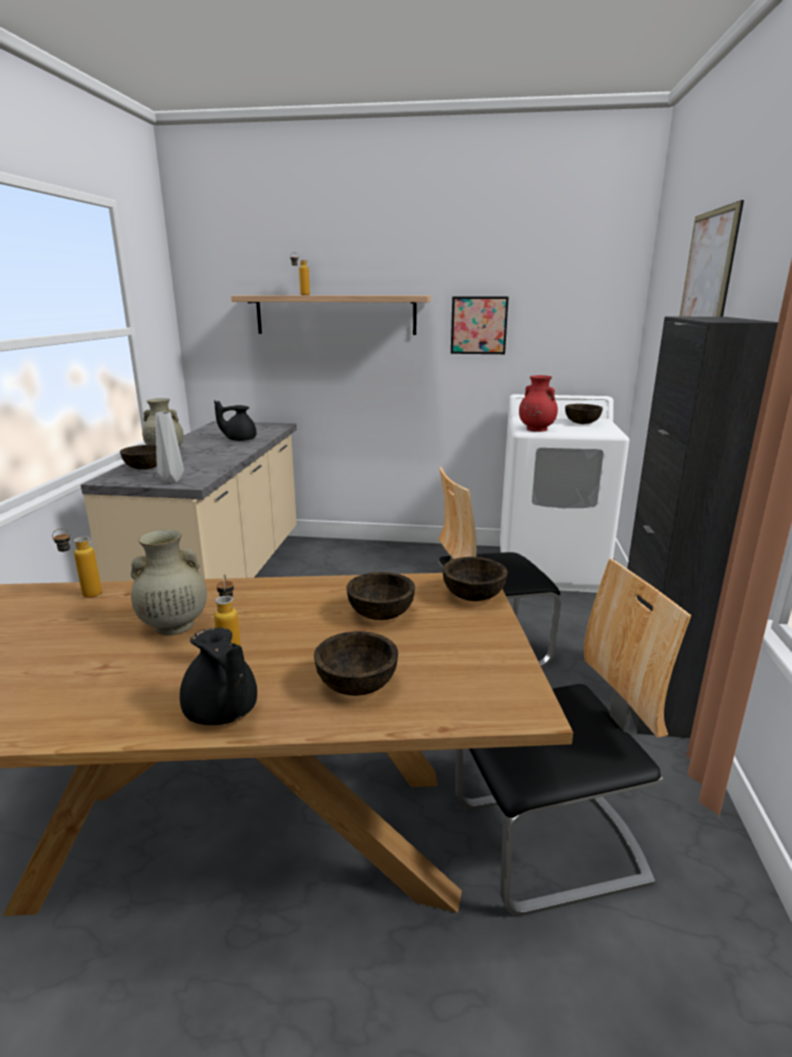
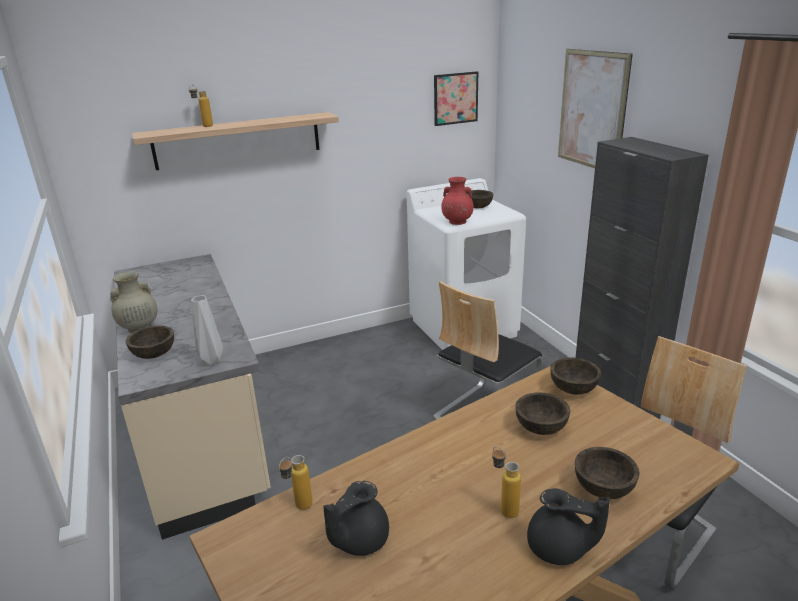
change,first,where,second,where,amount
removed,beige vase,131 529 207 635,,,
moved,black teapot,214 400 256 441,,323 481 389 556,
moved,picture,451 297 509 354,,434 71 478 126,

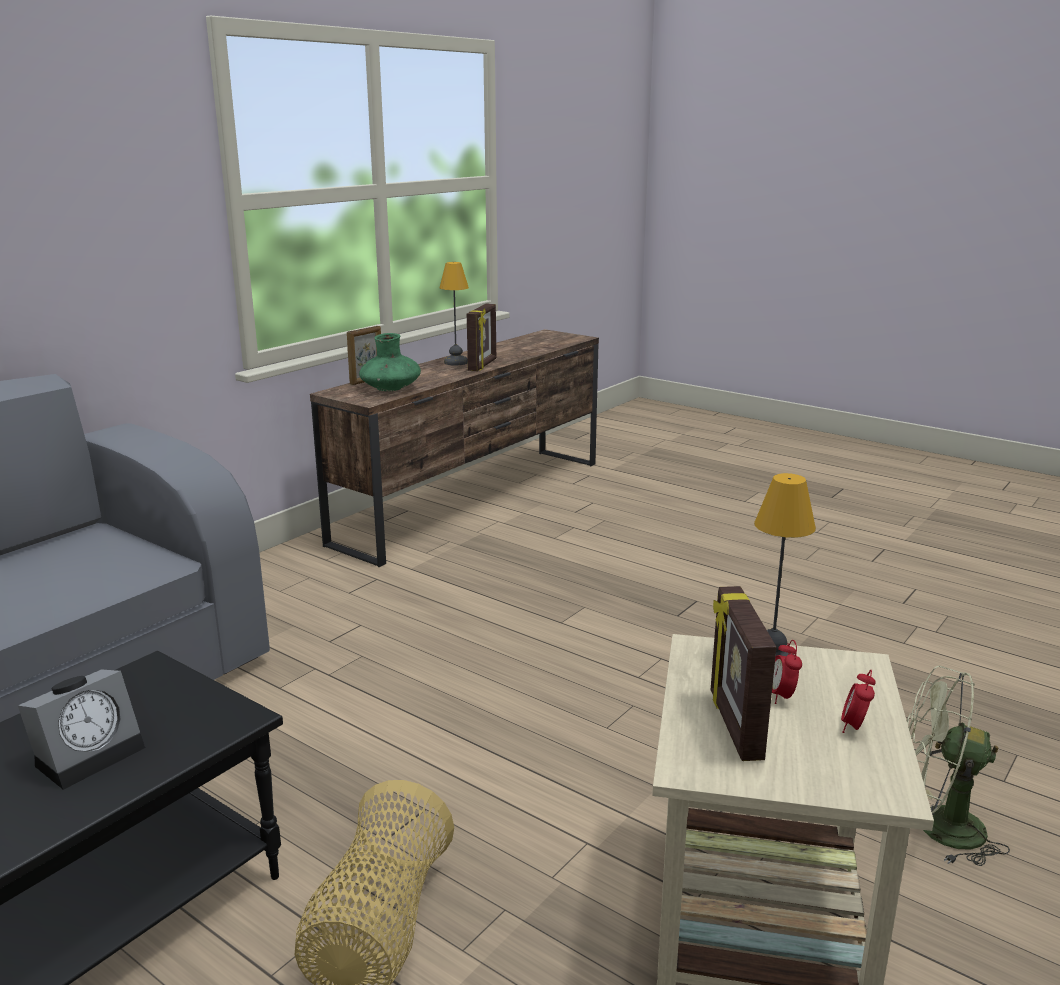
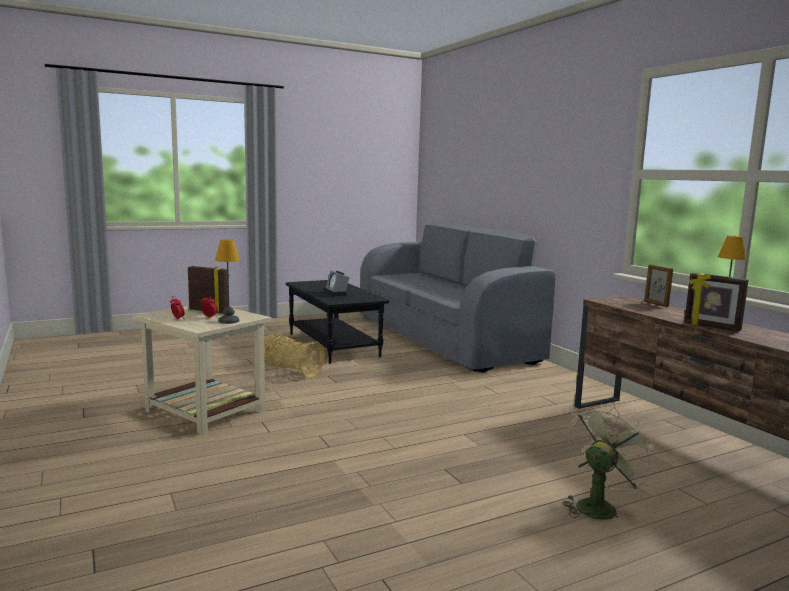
change,first,where,second,where,amount
removed,green vase,359 333 421 391,,,
moved,green fan,907 666 1010 866,,562 407 654 520,

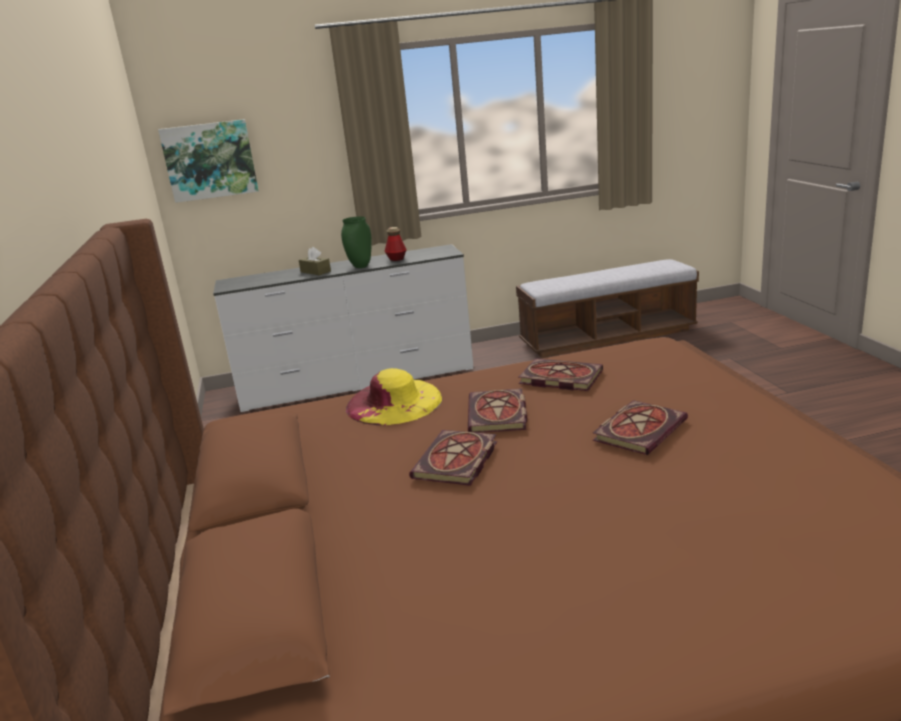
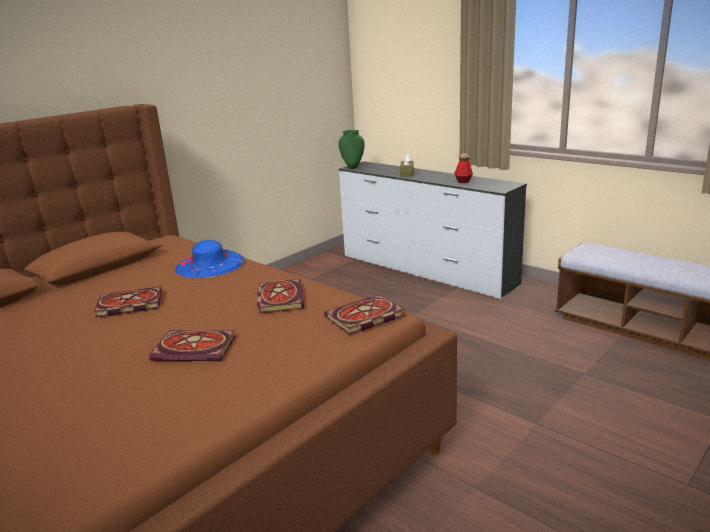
change,first,where,second,where,amount
removed,picture,158 119 259 203,,,
moved,green vase,341 216 372 268,,339 130 365 169,
recoloured,yellow hat,346 368 442 425,blue hat,175 240 245 278,
moved,book,468 388 527 433,,324 294 405 335,

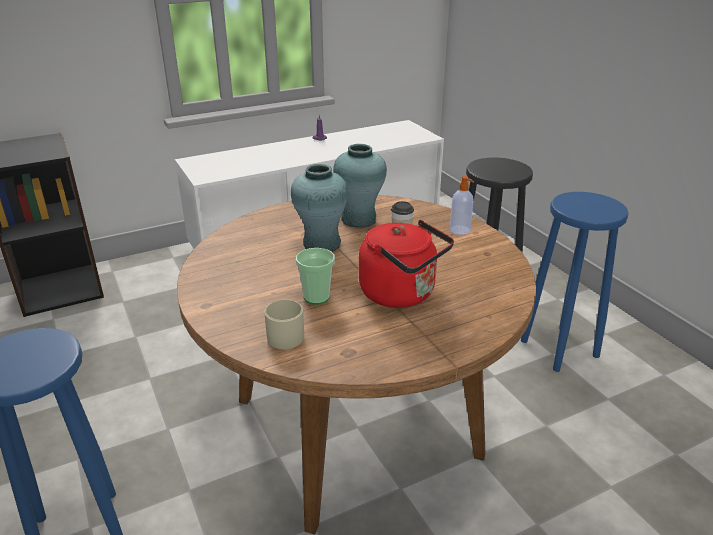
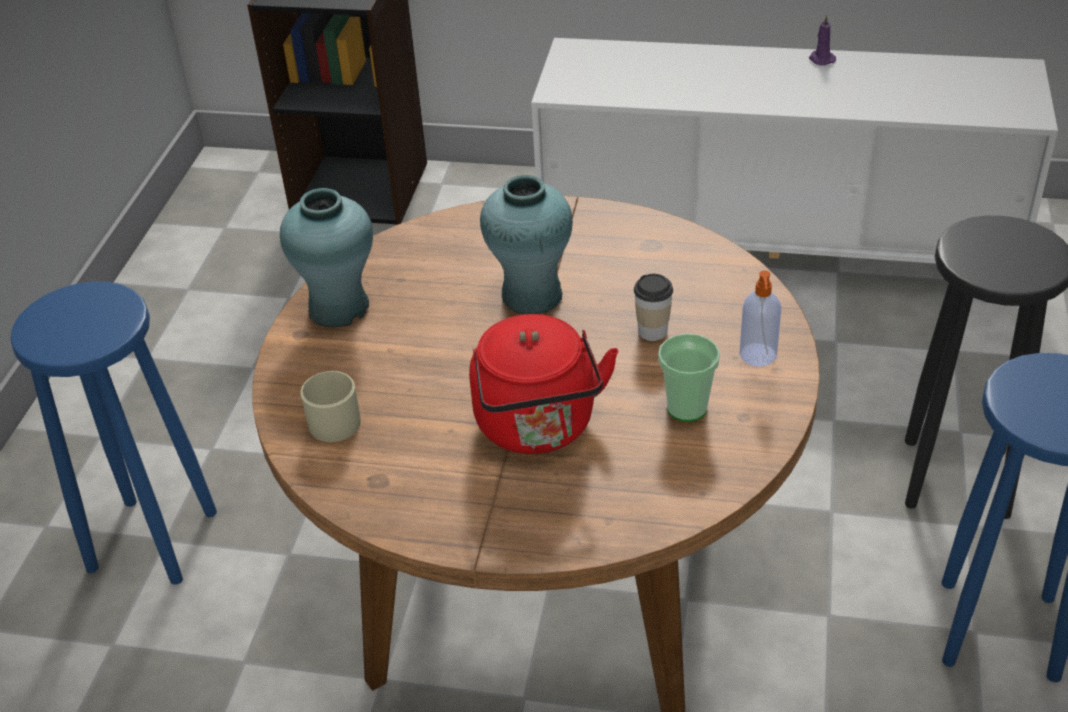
change,first,where,second,where,amount
moved,cup,296 248 335 305,,658 334 720 422,
moved,turquoise vase,333 144 387 228,,280 188 373 327,

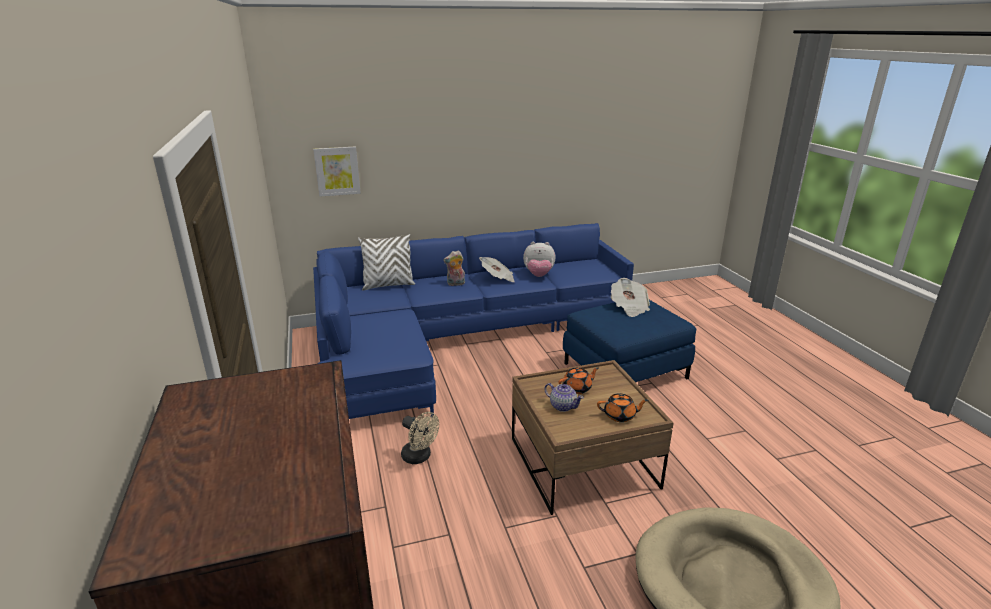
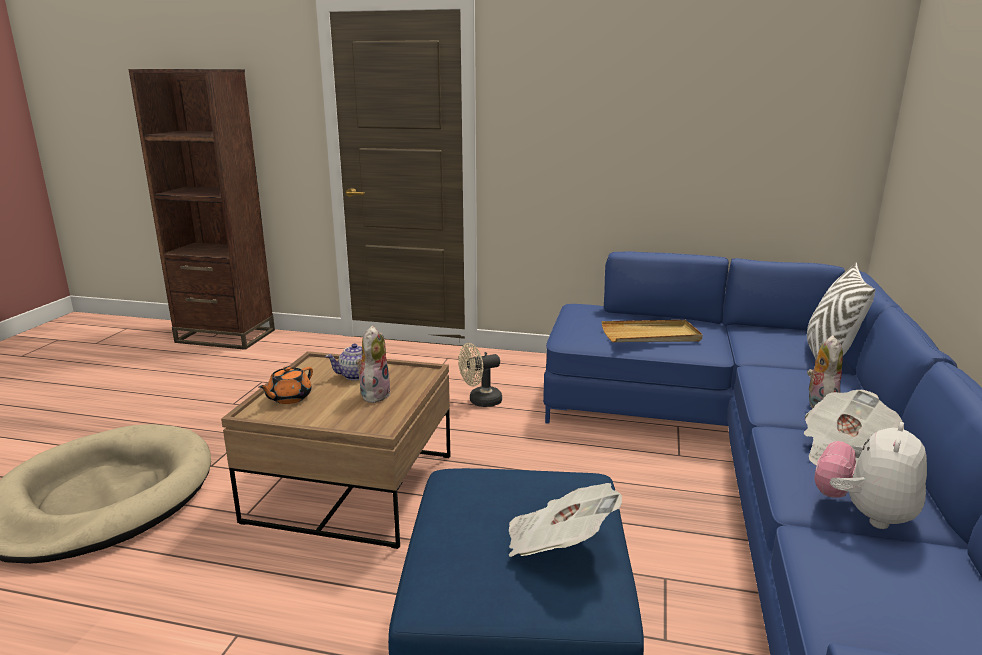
change,first,where,second,where,amount
removed,picture,313 146 361 197,,,
replaced,orange teapot,559 367 599 394,plush toy,356 325 391 403,
added,,,beige tray,602 320 703 342,

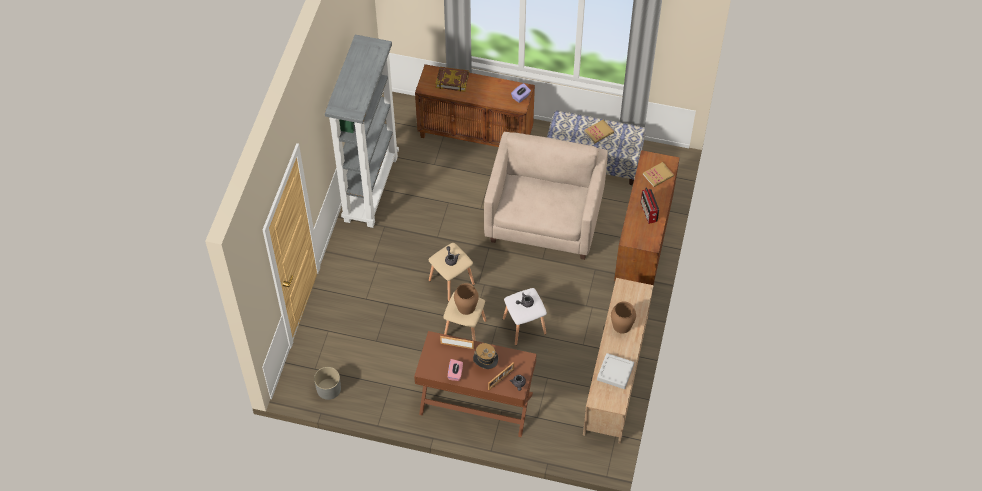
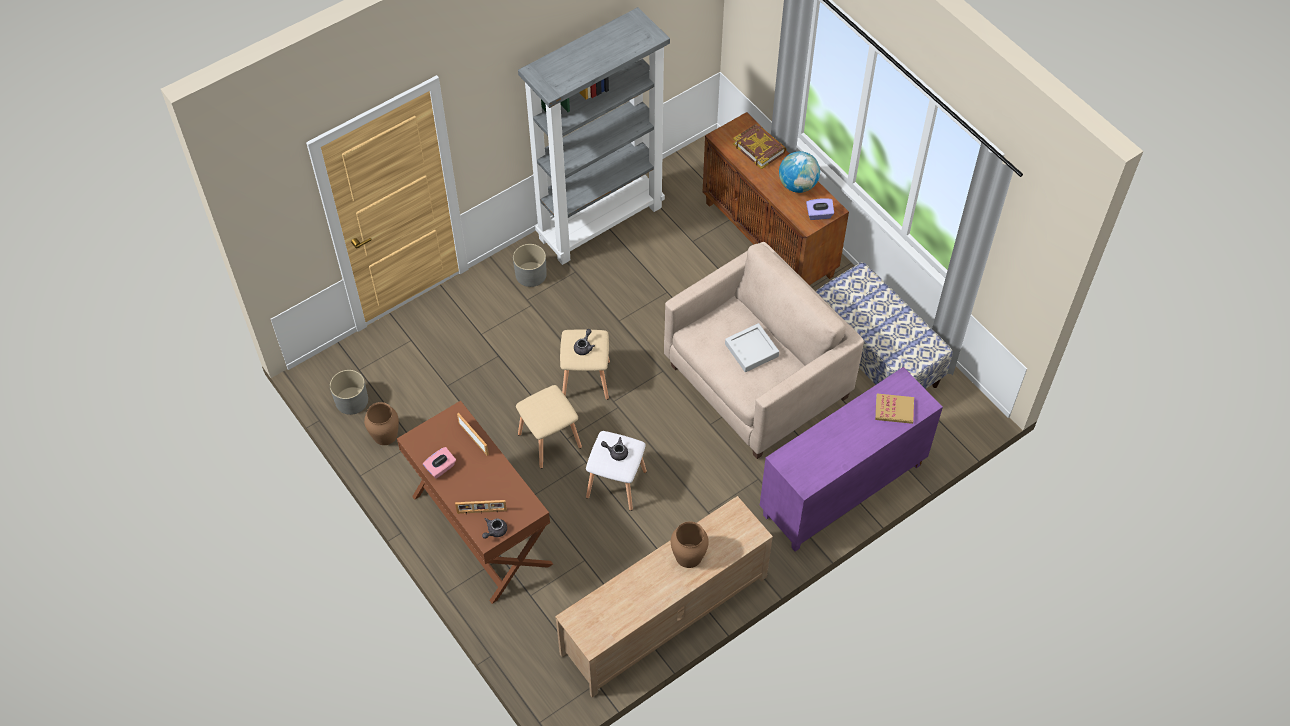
change,first,where,second,where,amount
moved,brown vase,454 283 479 315,,364 402 399 445,
removed,hat,473 343 498 369,,,
removed,book,584 120 614 143,,,
moved,grey tray,597 353 634 389,,725 323 779 372,
recoloured,brown cabinet,614 150 680 285,purple cabinet,760 367 943 551,
removed,radio,640 187 659 224,,,
added,,,grey planter,513 244 547 287,
added,,,globe,779 151 820 193,

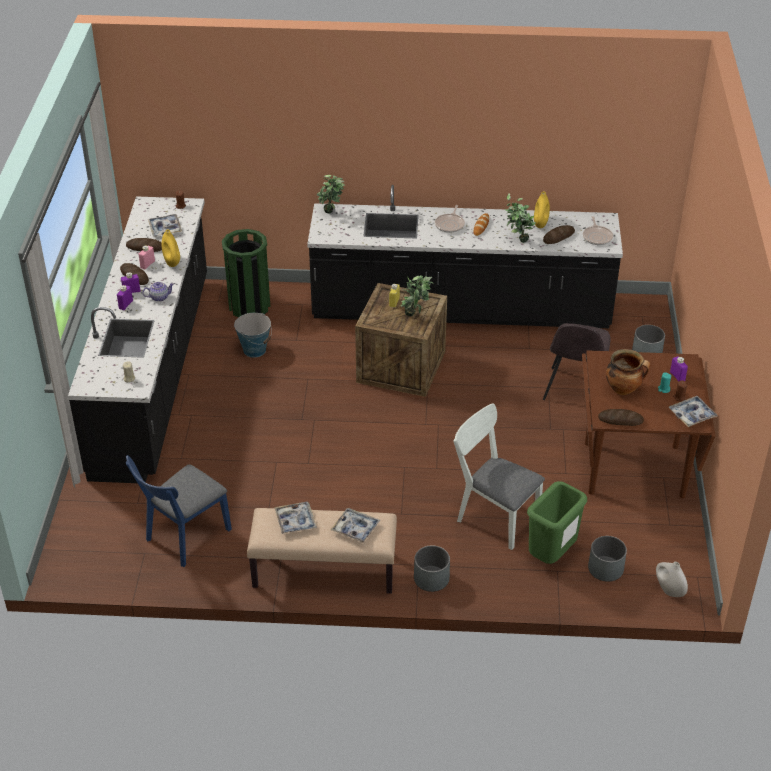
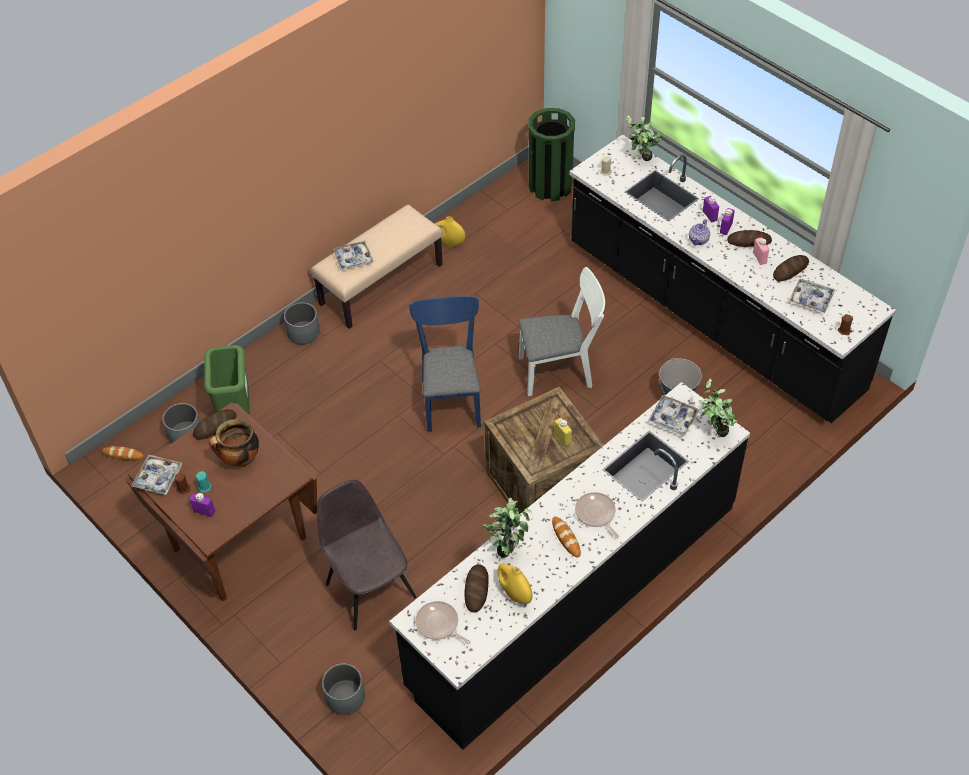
change,first,where,second,where,amount
moved,blue chair,126 455 232 567,,409 296 481 432,
moved,yellow vase,161 229 180 267,,435 216 466 247,
moved,green trash can,222 229 270 317,,528 108 575 201,
moved,tray,274 502 317 534,,648 395 699 436,
moved,potted plant,401 275 434 316,,627 115 662 161,
moved,white chair,453 403 545 550,,519 267 605 396,
replaced,white vase,656 562 688 597,bread,102 446 144 460,

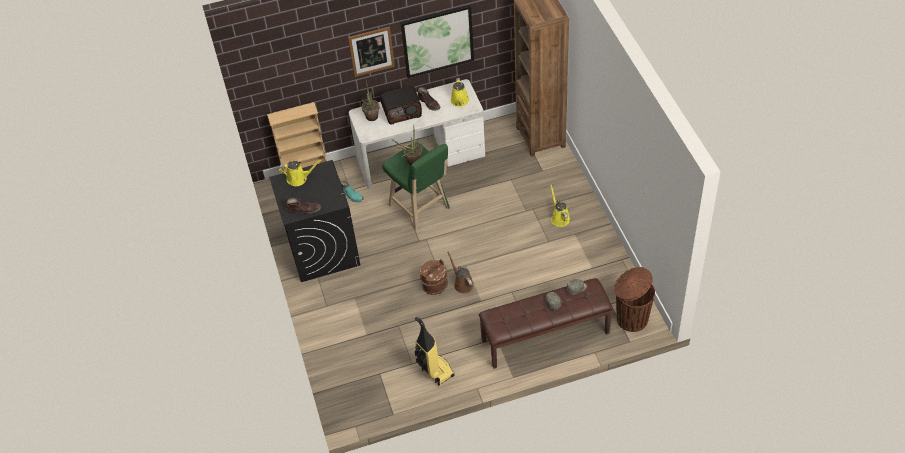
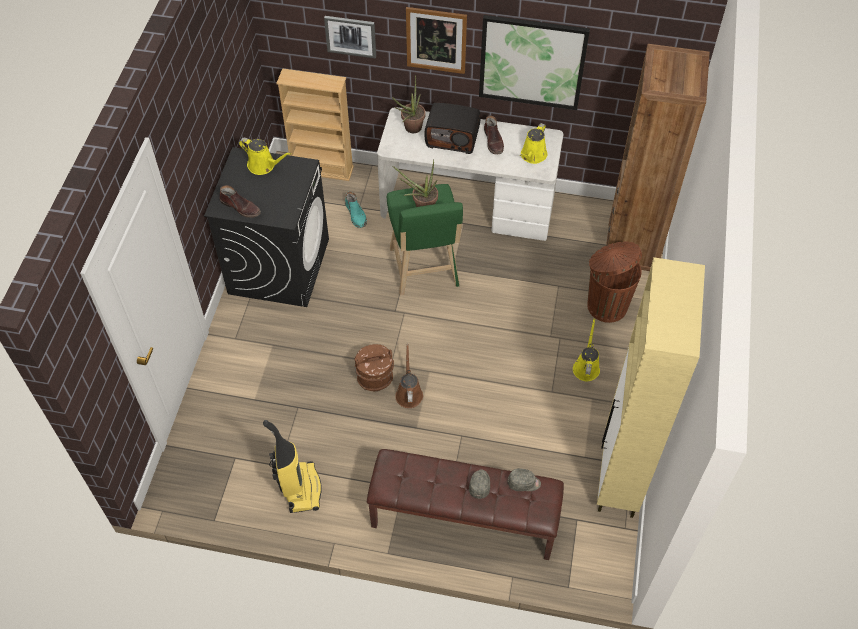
change,first,where,second,where,amount
moved,brown trash can,614 267 655 332,,587 241 642 323,
added,,,picture,324 16 376 59,
added,,,beige cabinet,597 257 705 518,

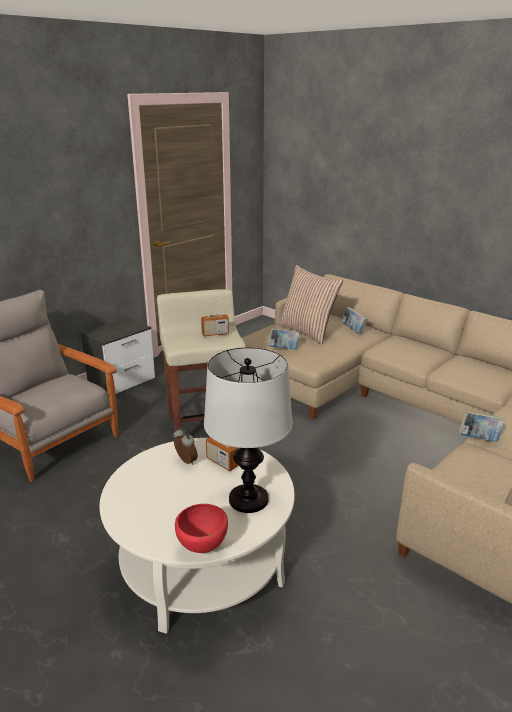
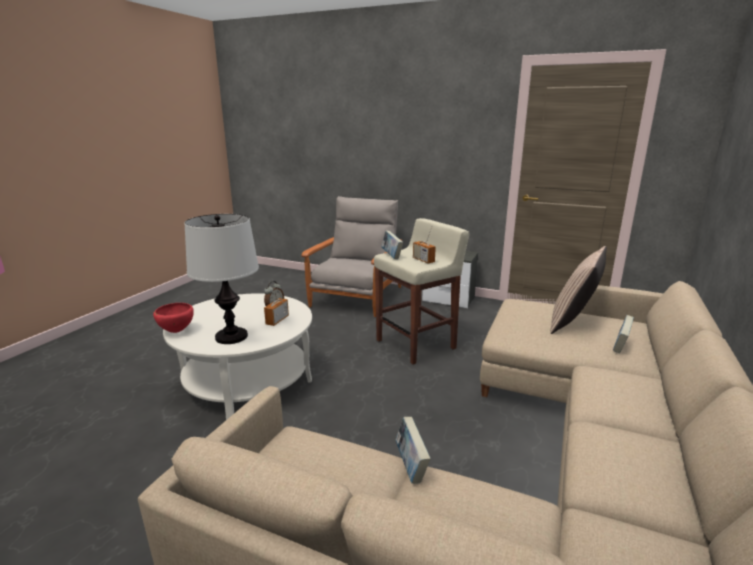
change,first,where,second,where,amount
moved,book,268 328 300 350,,381 231 403 259,

